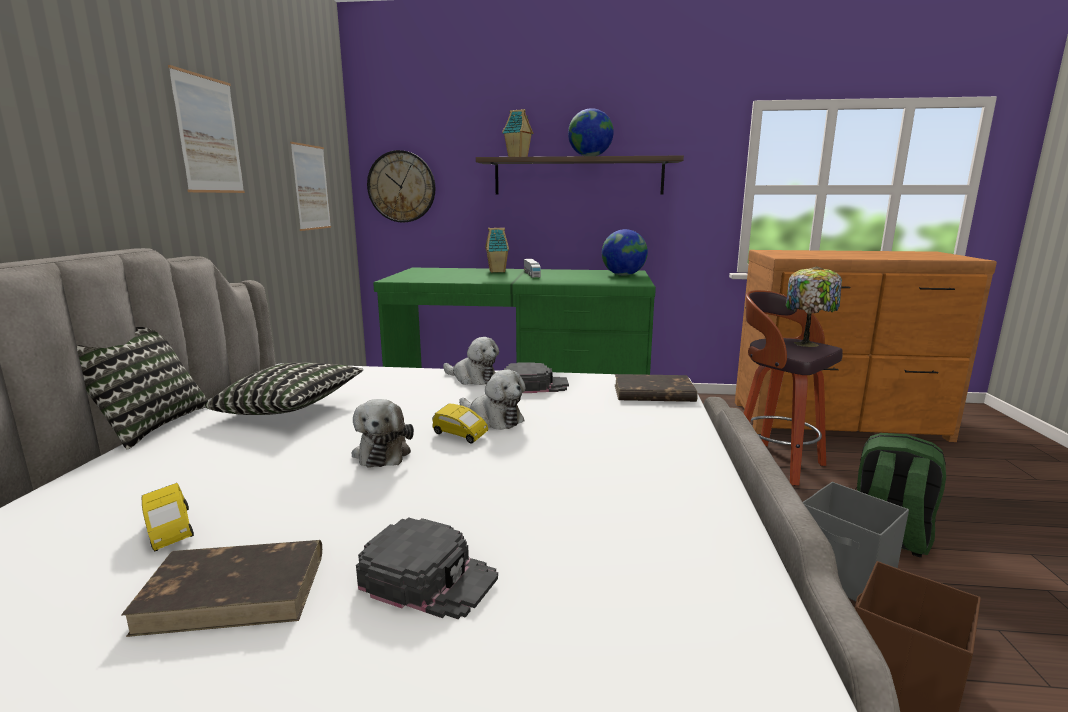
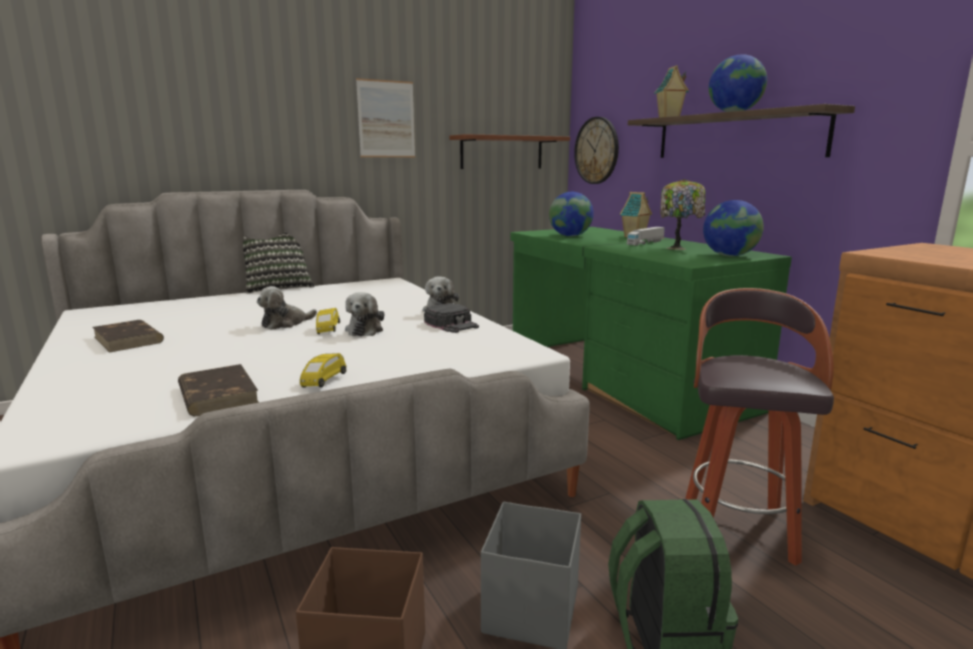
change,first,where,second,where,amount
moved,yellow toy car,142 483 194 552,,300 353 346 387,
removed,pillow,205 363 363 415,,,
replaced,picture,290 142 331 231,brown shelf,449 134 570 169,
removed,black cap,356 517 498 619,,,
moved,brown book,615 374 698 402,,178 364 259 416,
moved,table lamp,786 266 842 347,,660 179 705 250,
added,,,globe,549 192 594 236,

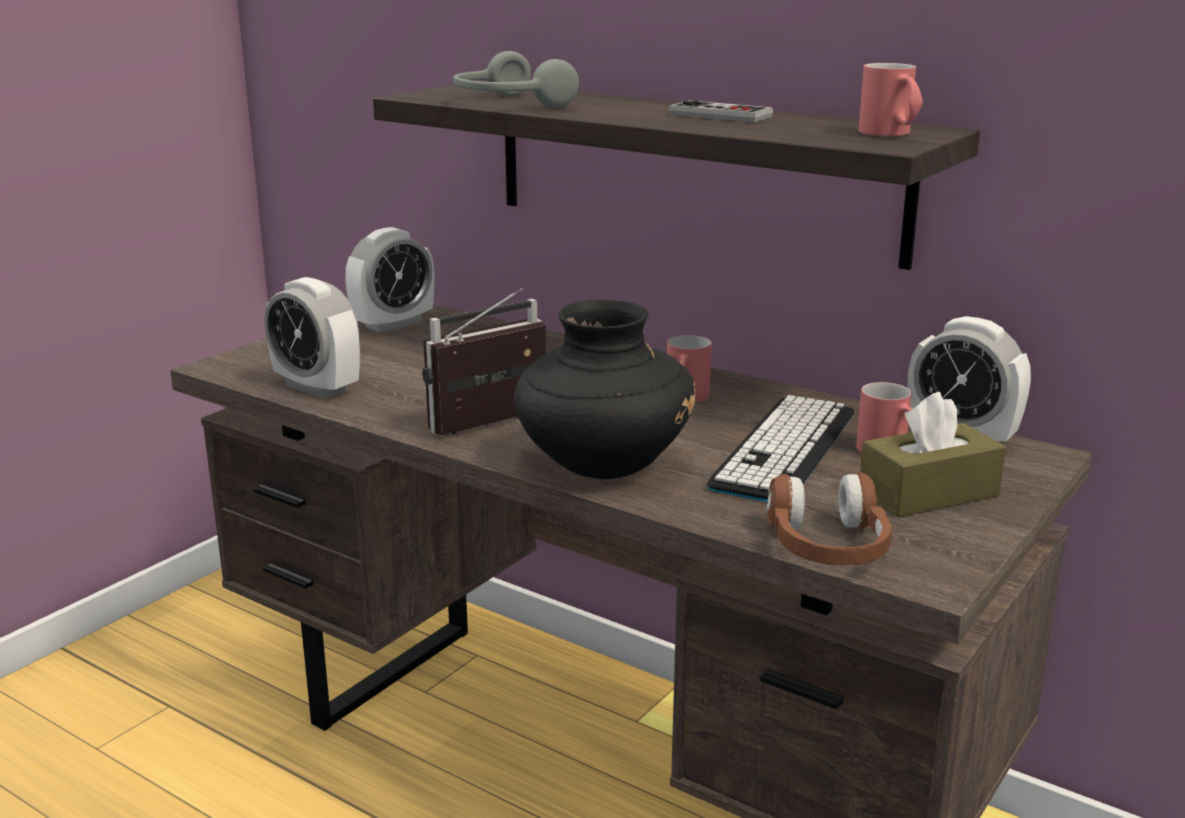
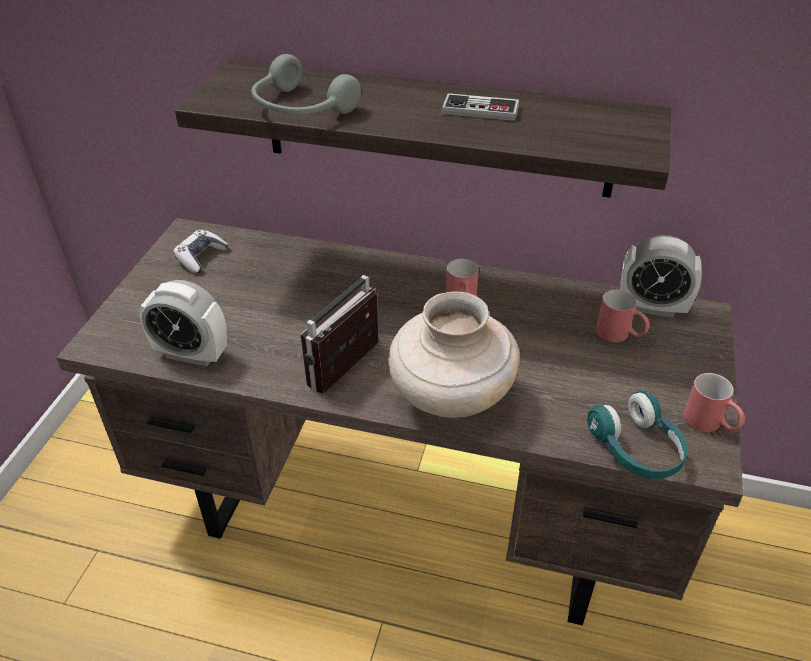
change,first,where,second,where,amount
replaced,alarm clock,345 227 435 333,game controller,173 230 228 273,
recoloured,black vase,514 300 696 479,beige vase,388 292 520 418,
removed,keyboard,707 395 854 502,,,
recoloured,brown headphones,767 472 892 565,turquoise headphones,587 390 688 479,
moved,red mug,859 63 923 136,,683 373 745 432,
removed,brown tissue box,860 392 1006 517,,,

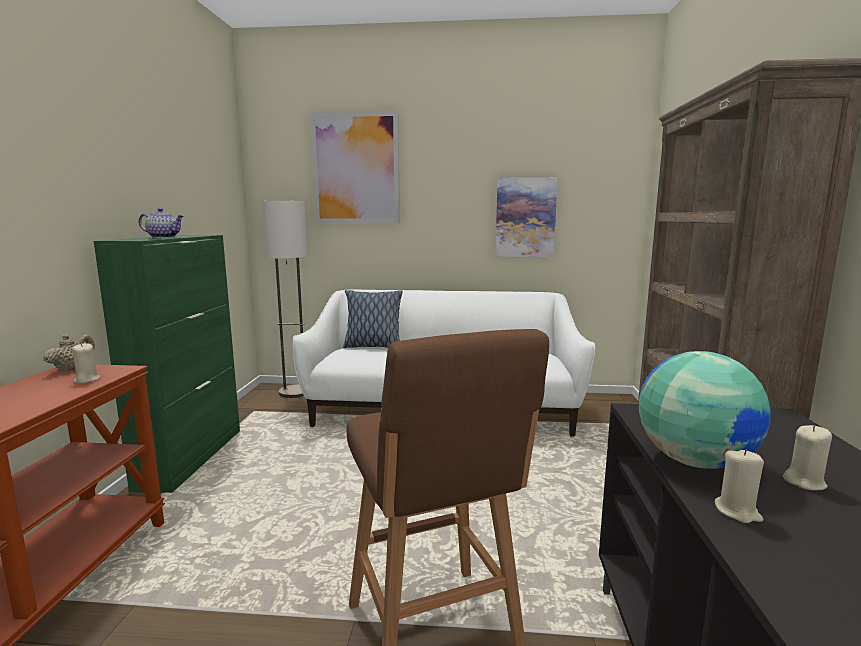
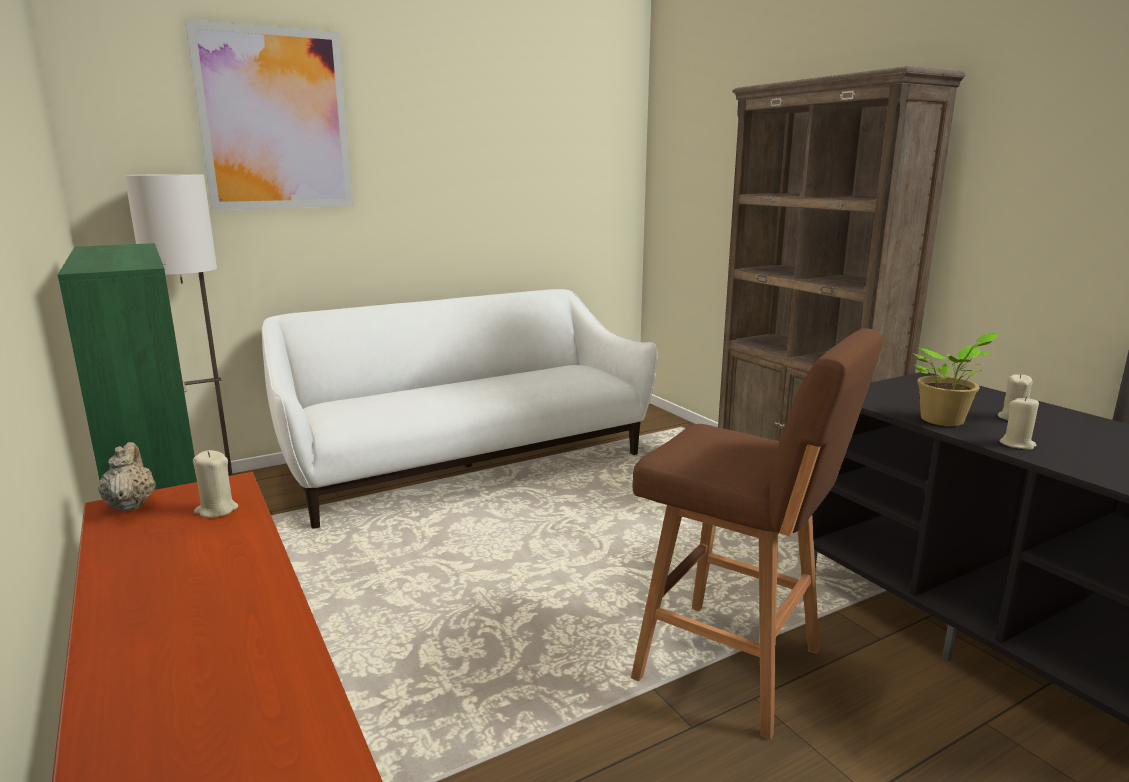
change,first,where,second,where,amount
removed,teapot,139 208 183 238,,,
removed,pillow,343 290 402 348,,,
removed,picture,495 178 558 257,,,
replaced,globe,639 351 771 469,potted plant,912 333 997 426,

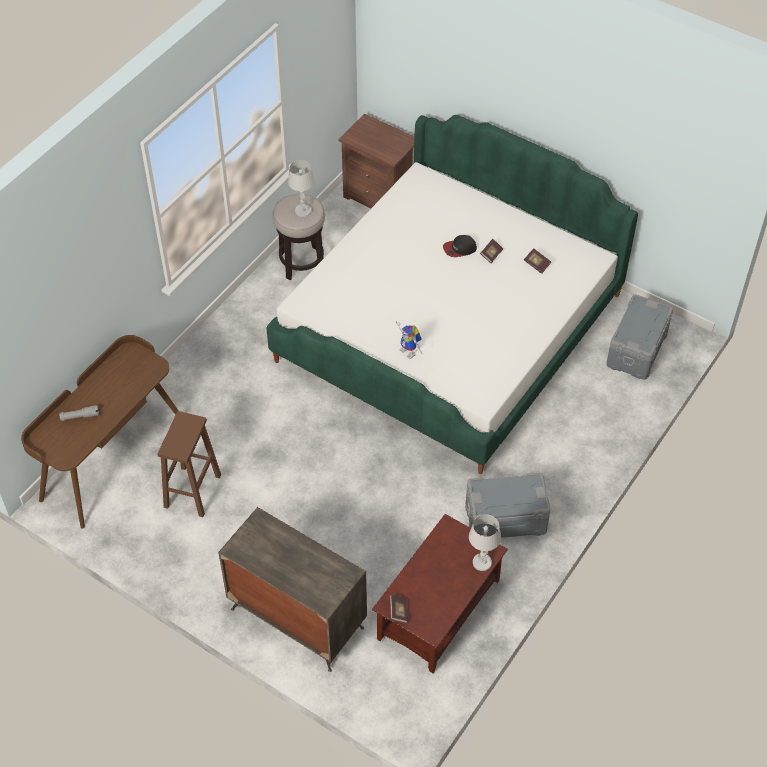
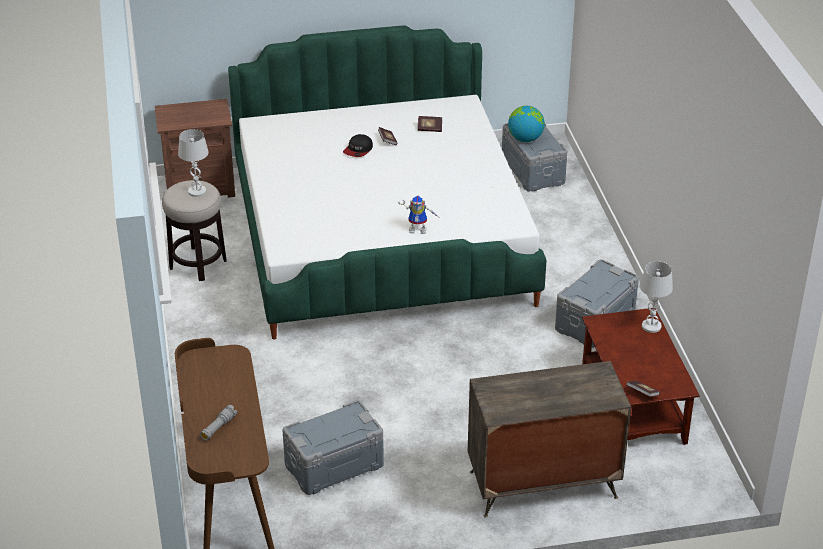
change,first,where,second,where,amount
replaced,brown stool,157 411 221 517,grey storage box,283 400 384 495,
added,,,globe,508 106 545 142,

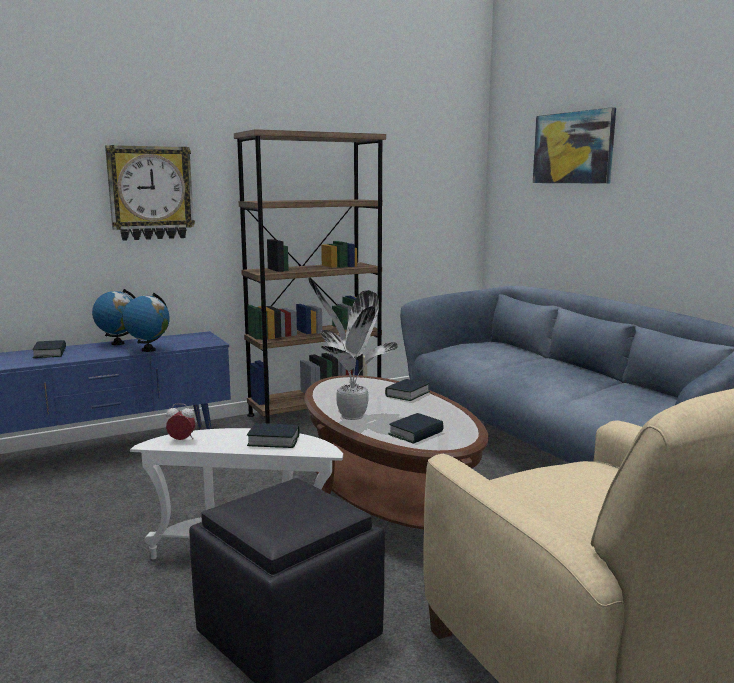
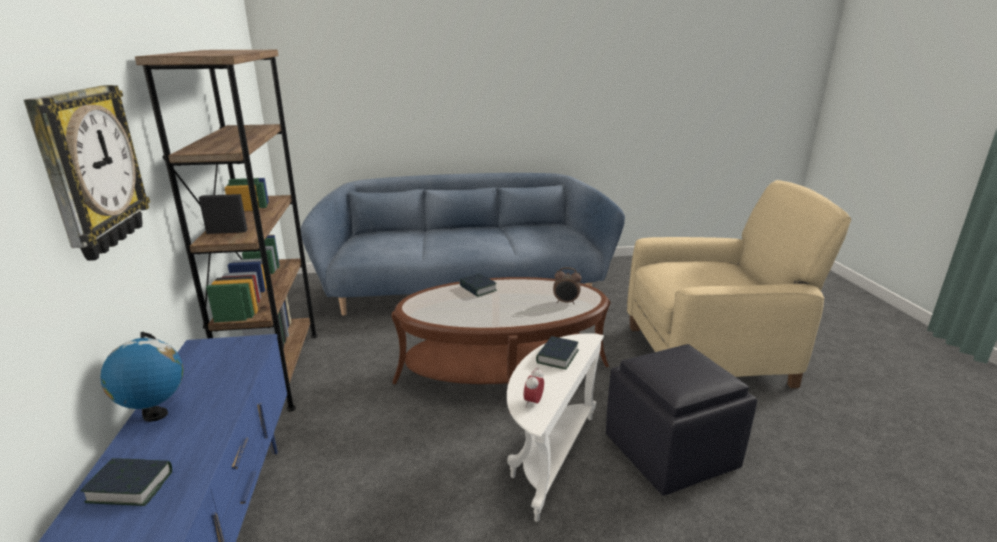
change,first,where,second,where,amount
removed,globe,123 293 170 352,,,
removed,potted plant,308 278 398 420,,,
replaced,book,388 413 444 444,alarm clock,553 267 582 304,
removed,picture,533 107 616 184,,,

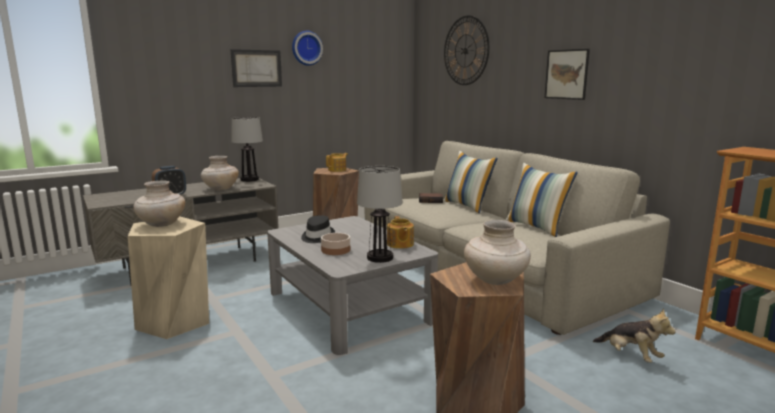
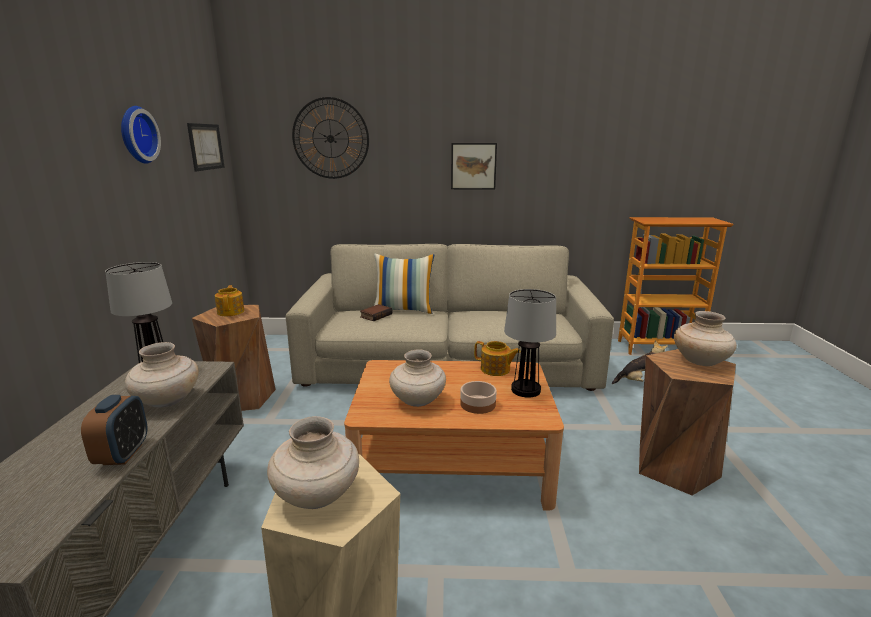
change,first,where,second,where,amount
moved,picture,230 49 282 87,,187 123 225 171,
recoloured,grey coffee table,267 216 438 355,brown coffee table,344 360 564 511,
replaced,black hat,301 215 335 243,beige vase,389 349 446 407,
removed,pillow,505 163 578 237,,,

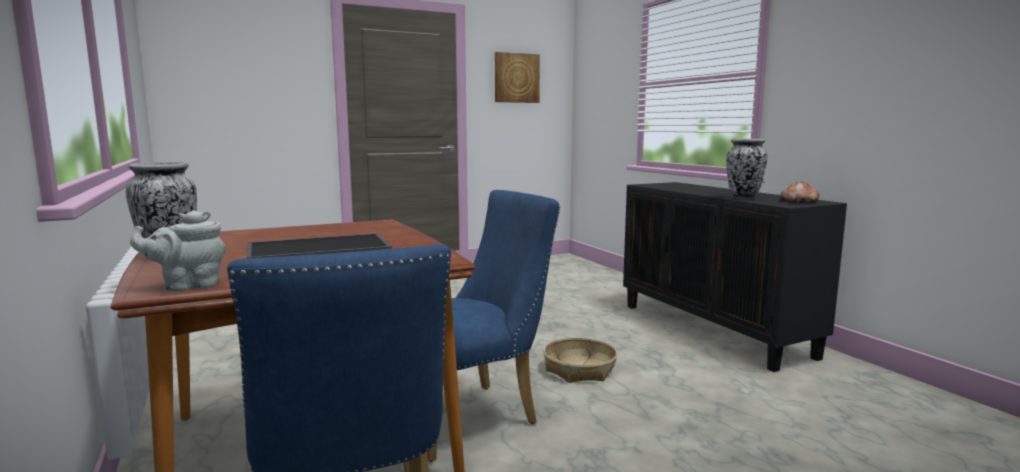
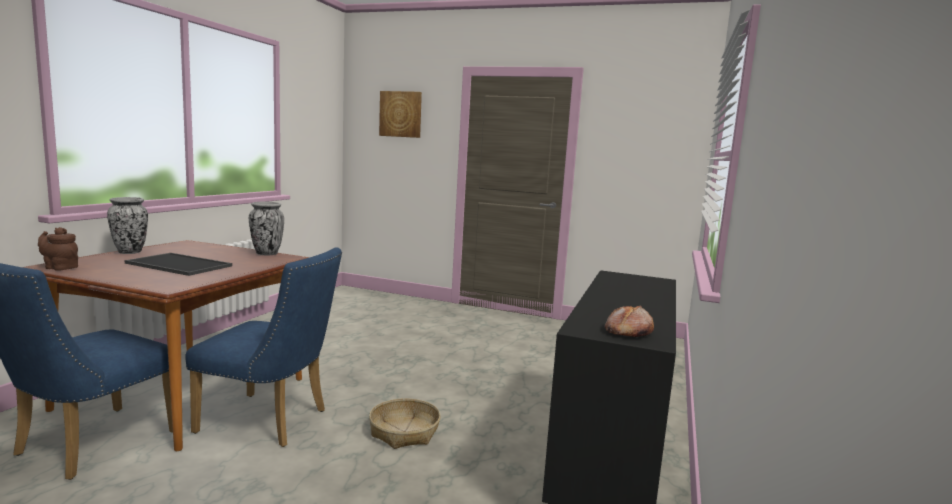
change,first,where,second,where,amount
recoloured,grey teapot,130 210 226 291,brown teapot,38 227 78 271,
moved,picture,495 52 540 103,,379 91 422 138,
moved,vase,726 139 767 199,,249 202 284 255,

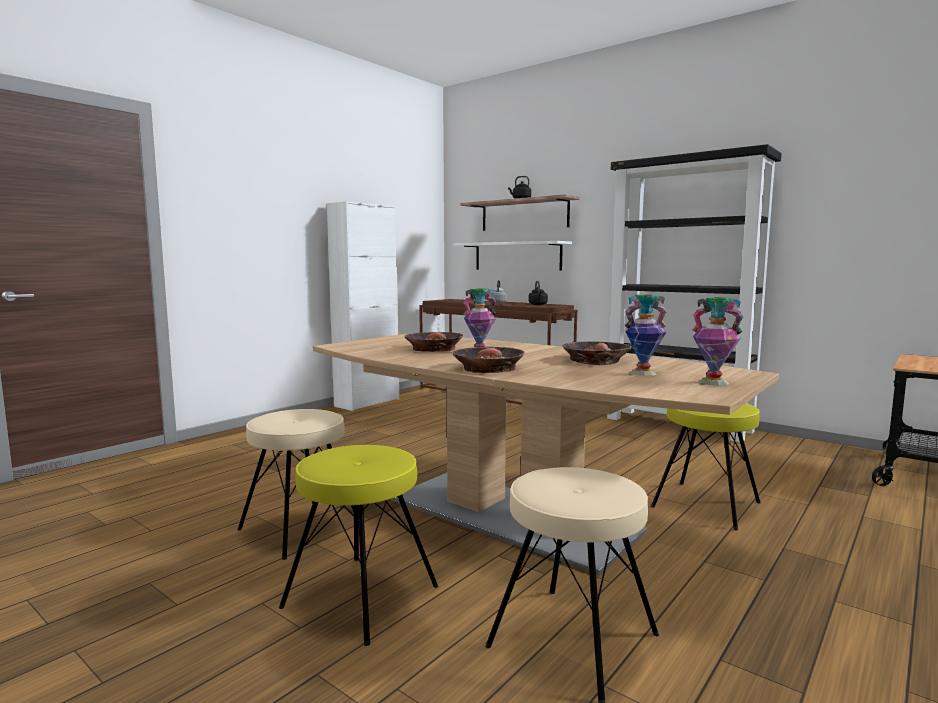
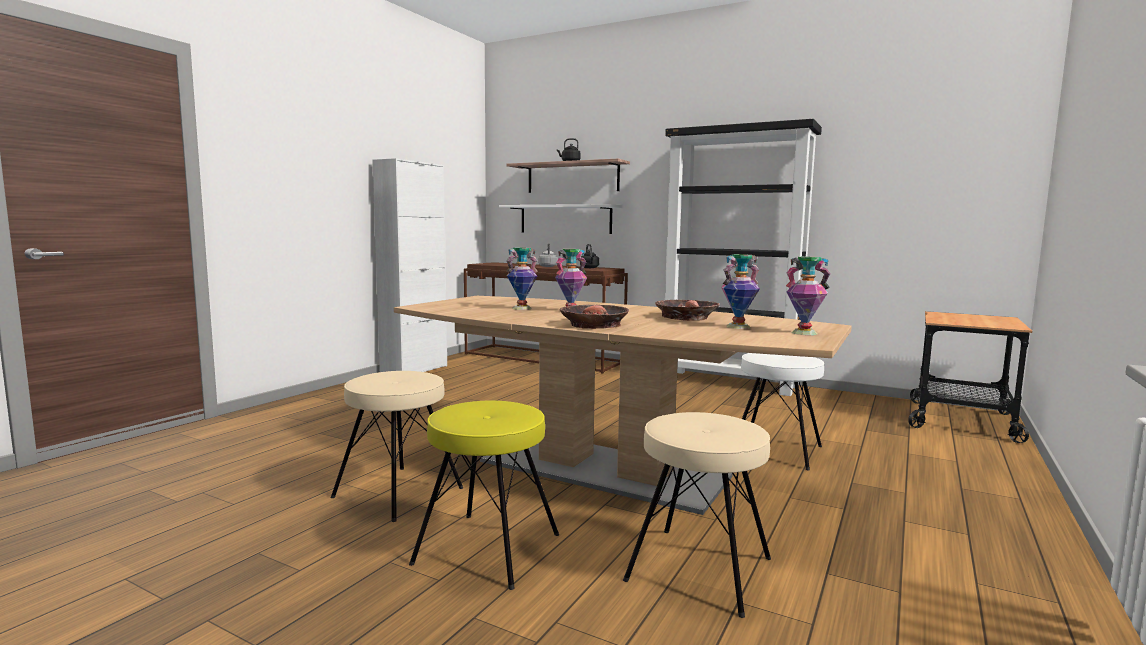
change,first,where,second,where,amount
replaced,bowl,404 332 463 352,vase,506 248 538 310,
recoloured,yellow stool,651 403 761 530,white stool,741 353 824 471,

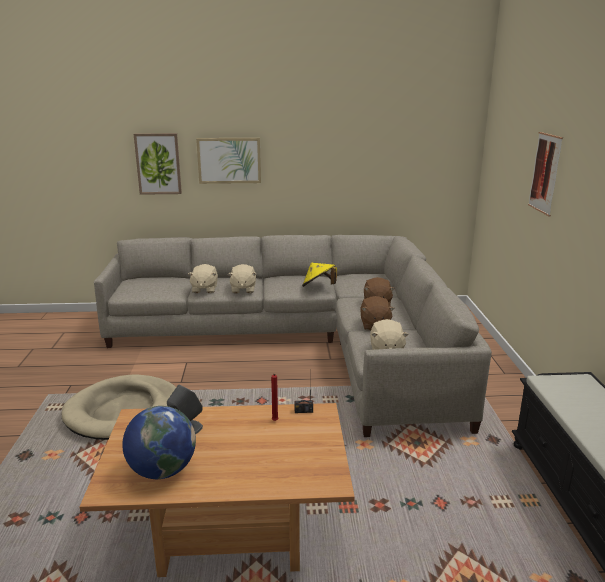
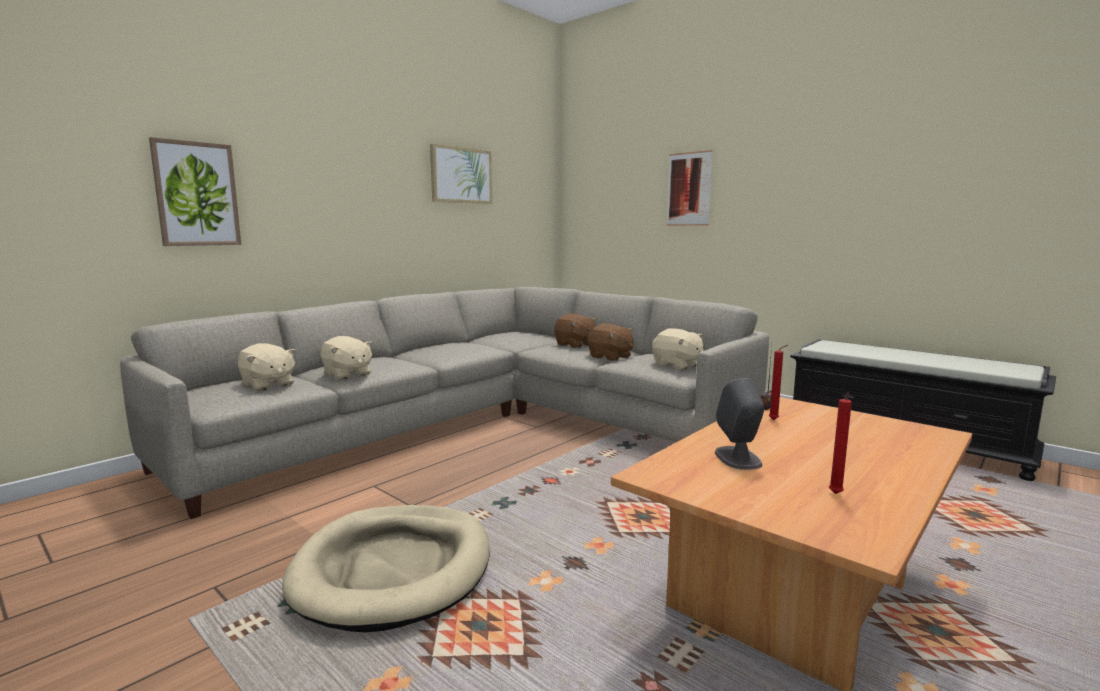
change,first,where,second,where,amount
replaced,globe,122 406 196 479,red candle,829 393 852 494,
moved,picture,196 138 261 184,,430 144 492 204,
moved,beige plush toy,228 264 256 294,,238 343 296 391,
removed,yellow hat,302 263 337 287,,,

